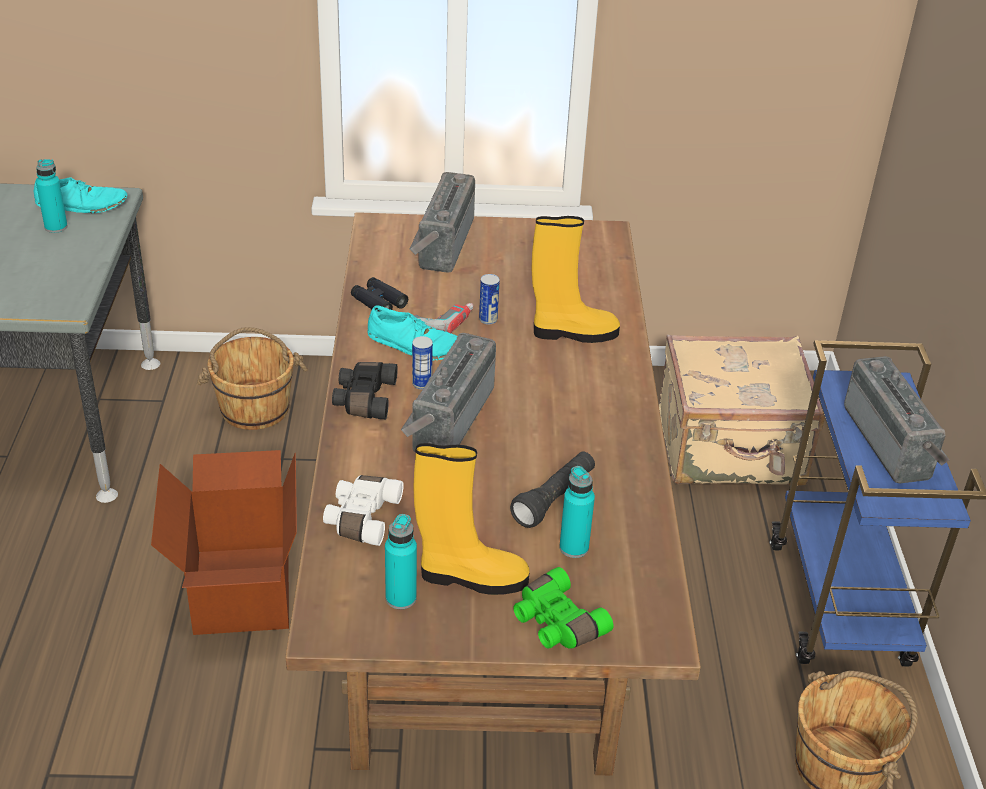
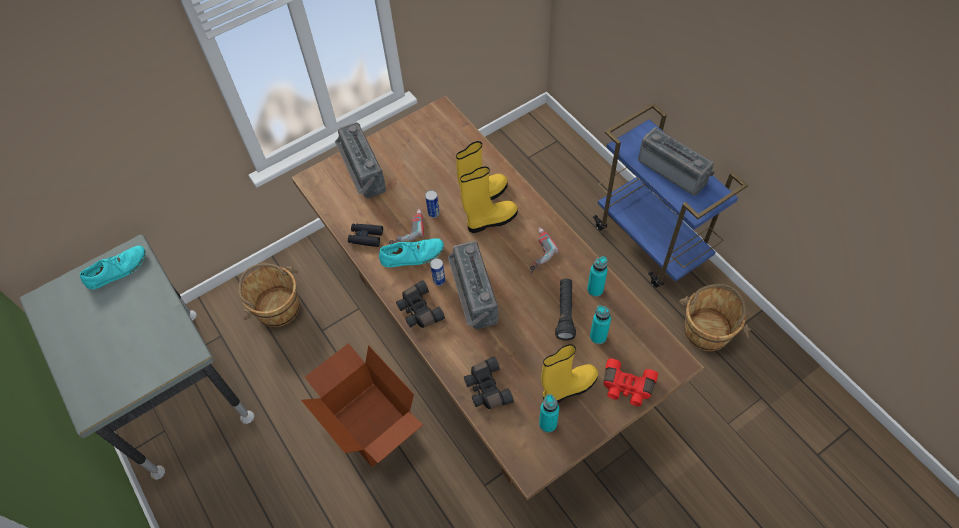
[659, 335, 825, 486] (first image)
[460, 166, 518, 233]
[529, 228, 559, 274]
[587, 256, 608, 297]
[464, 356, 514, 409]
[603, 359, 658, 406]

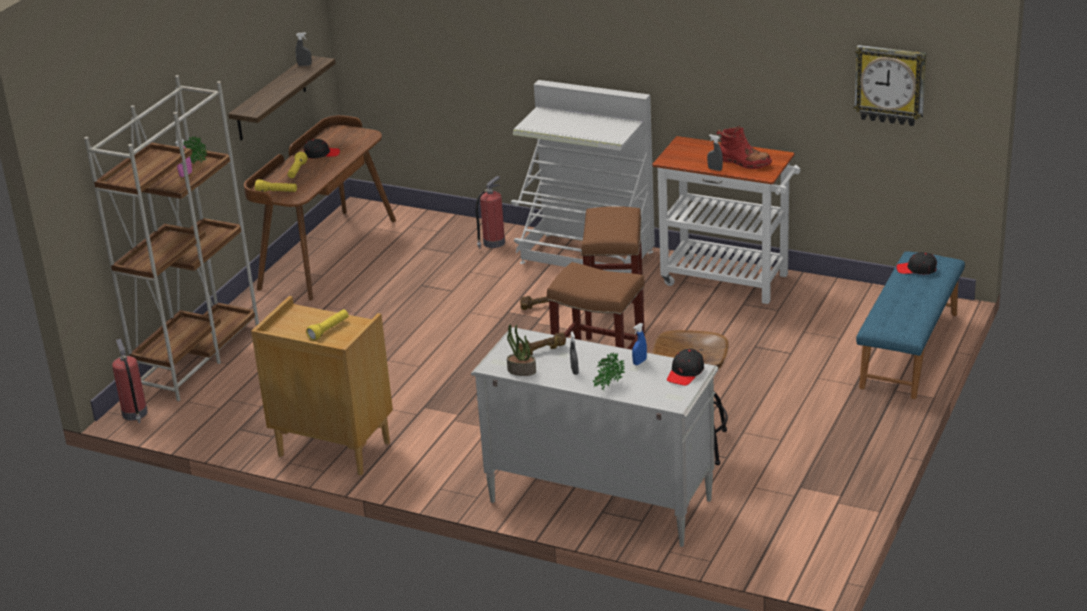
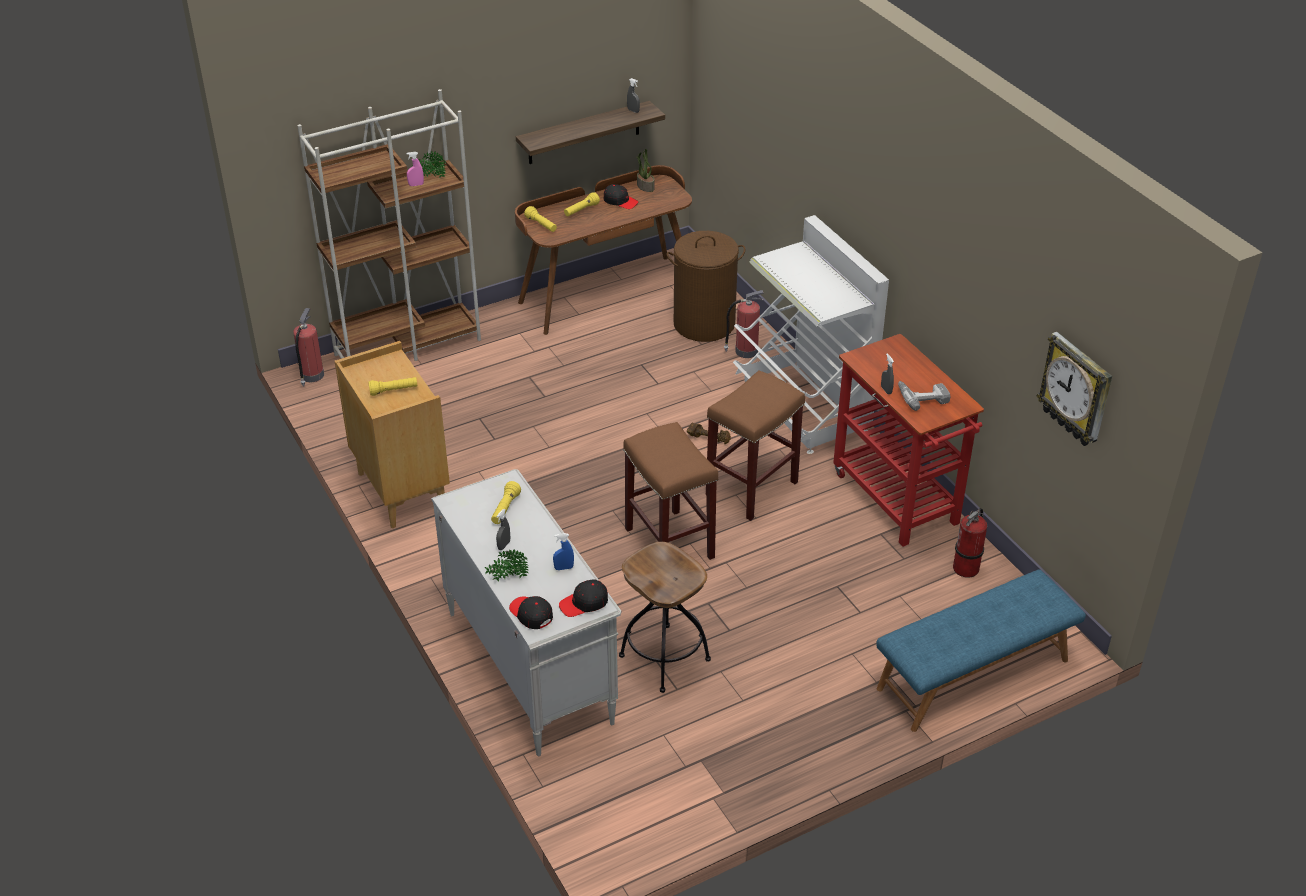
[667, 231, 746, 342]
[953, 508, 987, 578]
[637, 149, 655, 192]
[509, 596, 553, 629]
[491, 481, 521, 524]
[898, 381, 951, 411]
[833, 334, 984, 547]

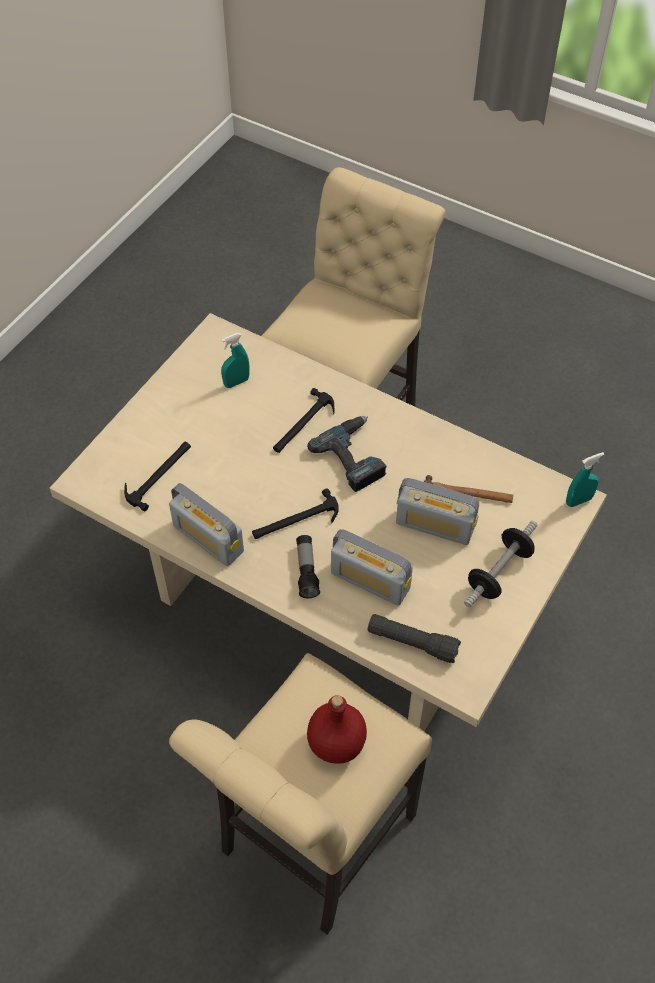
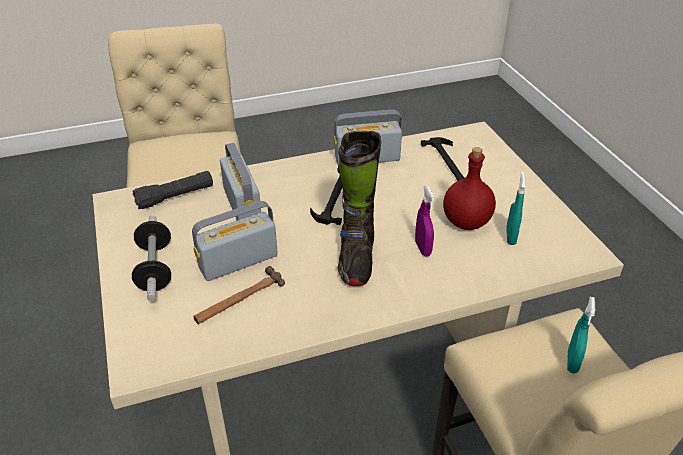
[296, 535, 320, 598] (first image)
[443, 147, 496, 230]
[567, 297, 595, 374]
[415, 186, 435, 256]
[338, 131, 381, 286]
[220, 143, 261, 220]

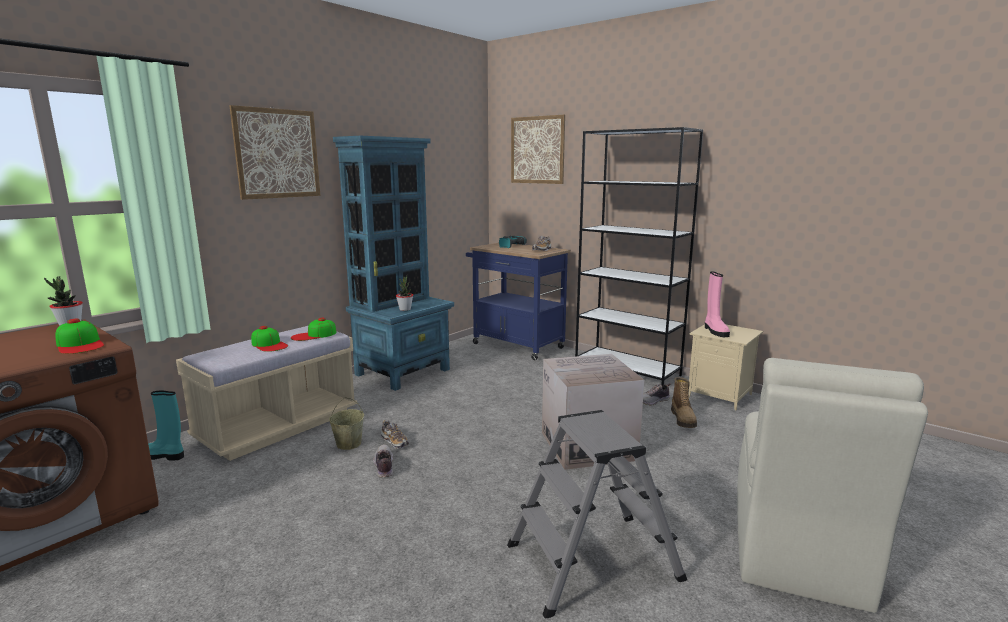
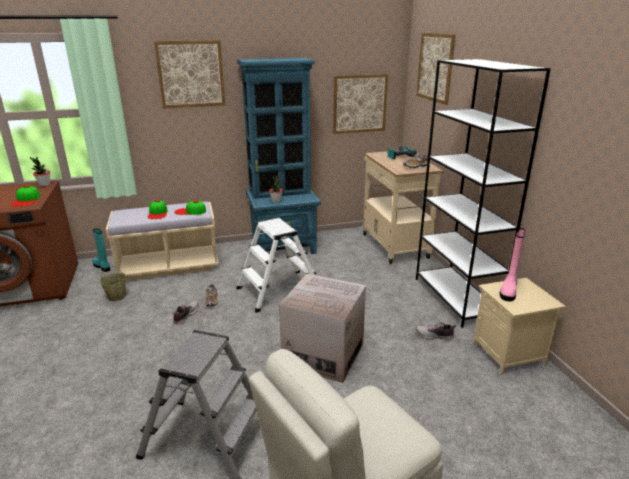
[671, 377, 697, 428] (first image)
[236, 217, 316, 313]
[333, 74, 388, 134]
[100, 265, 126, 301]
[363, 151, 443, 264]

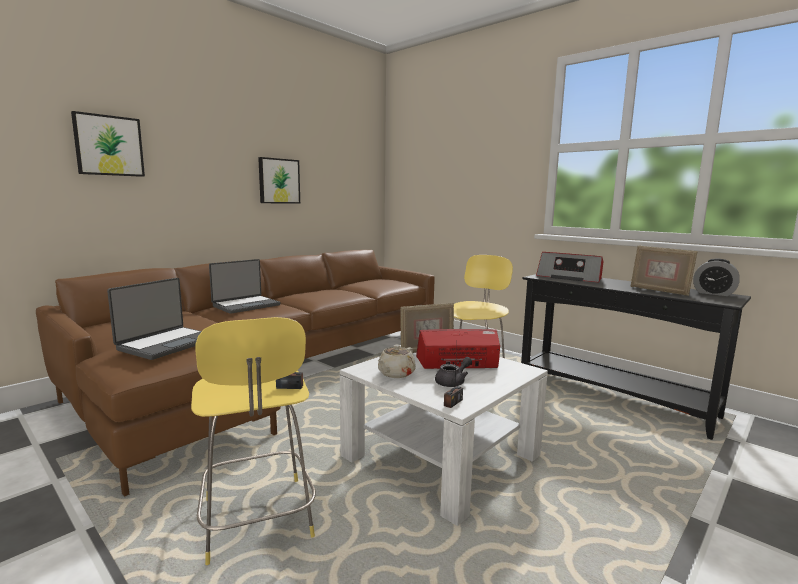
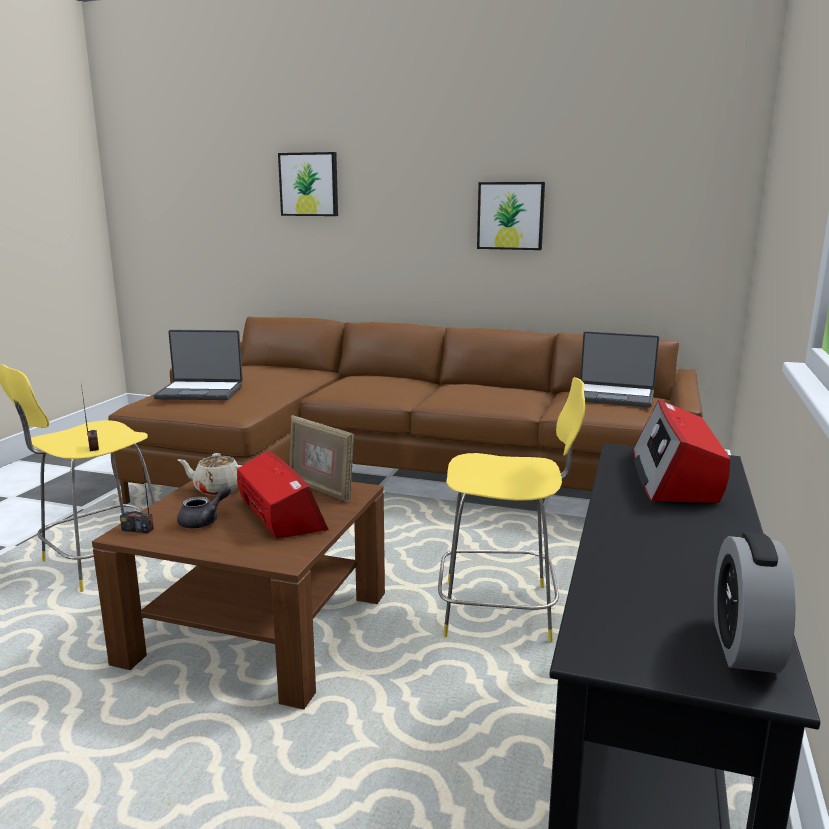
[630, 245, 698, 296] (first image)
[580, 331, 659, 408]
[92, 480, 385, 710]
[177, 485, 231, 528]

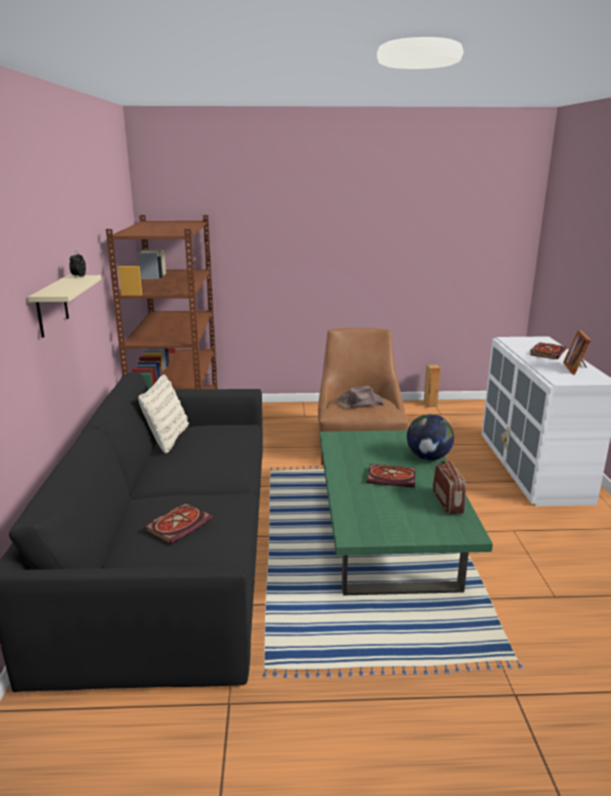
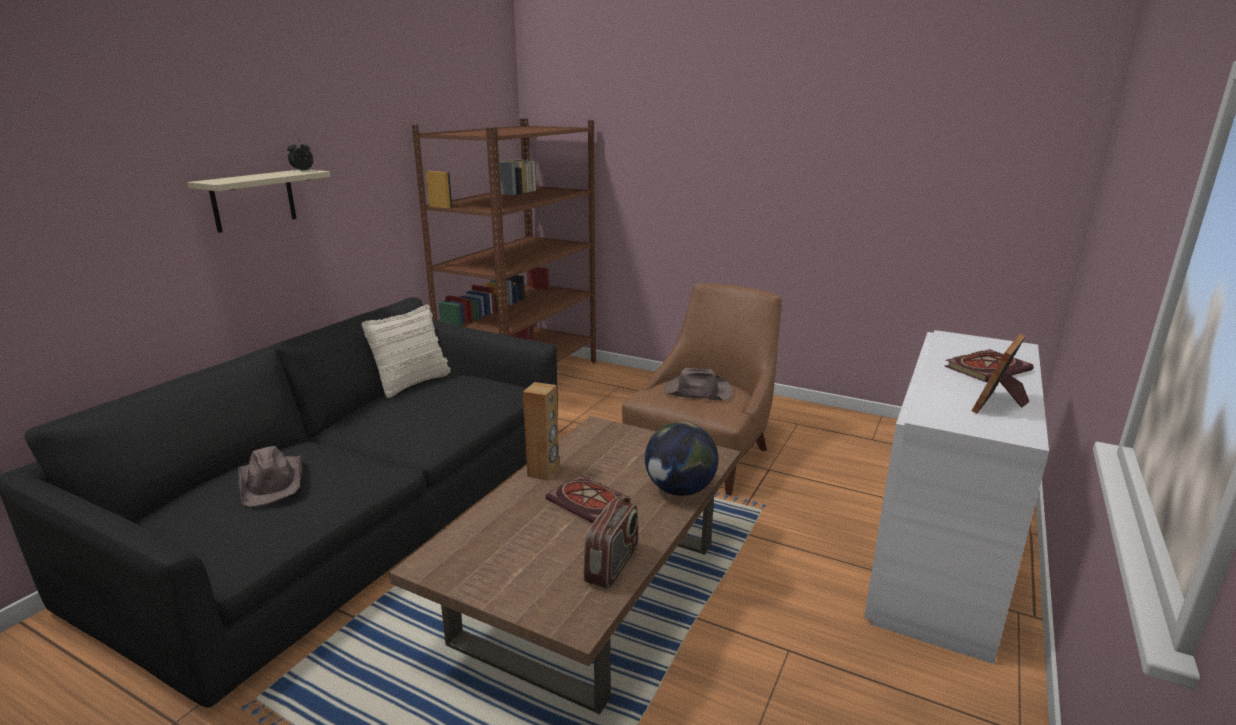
[523, 382, 559, 481]
[238, 446, 302, 507]
[389, 416, 740, 714]

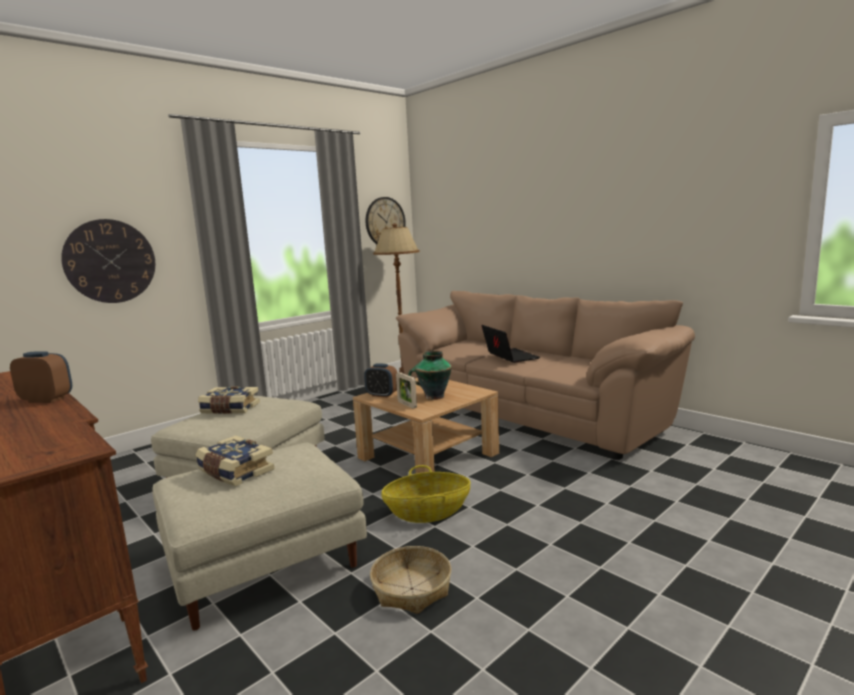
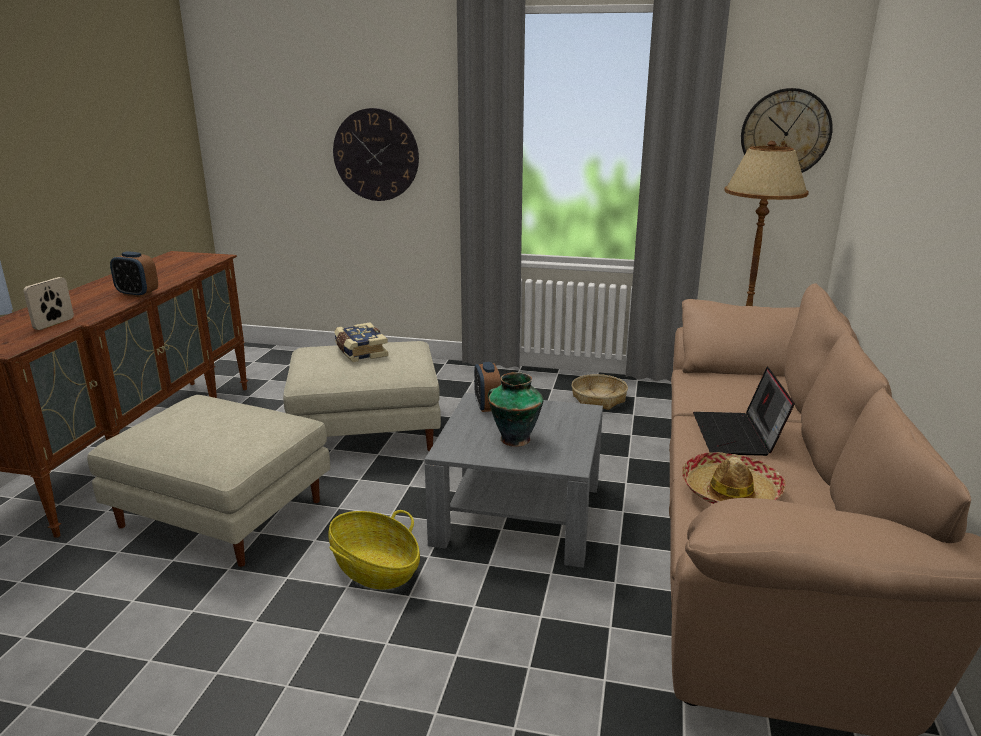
[195, 436, 275, 486] (first image)
[682, 452, 786, 504]
[572, 374, 628, 410]
[23, 277, 74, 330]
[425, 393, 603, 568]
[110, 252, 158, 298]
[693, 367, 795, 456]

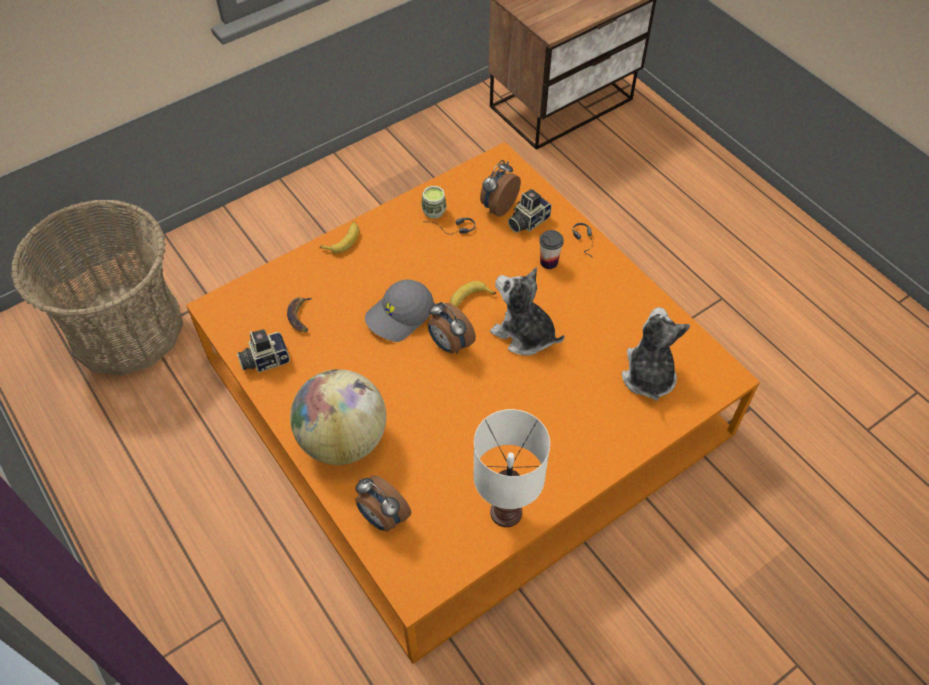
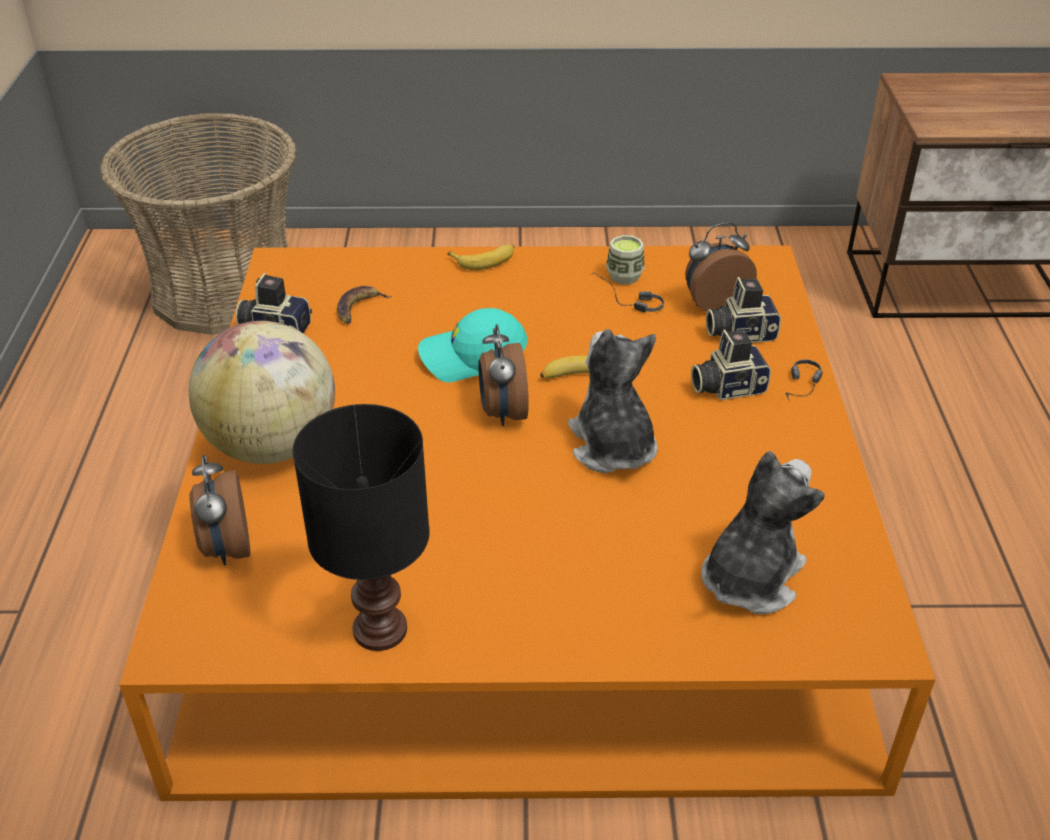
[691, 330, 771, 400]
[418, 308, 527, 382]
[293, 404, 430, 651]

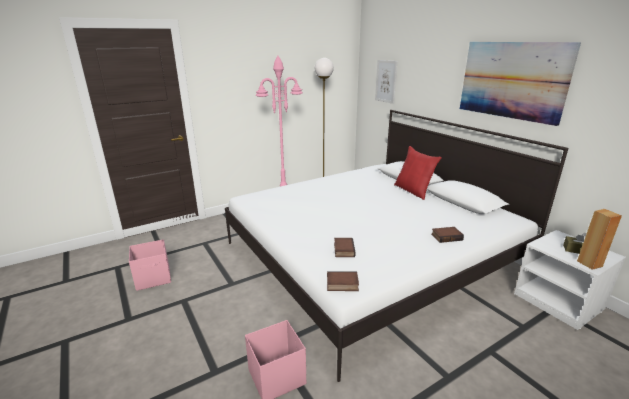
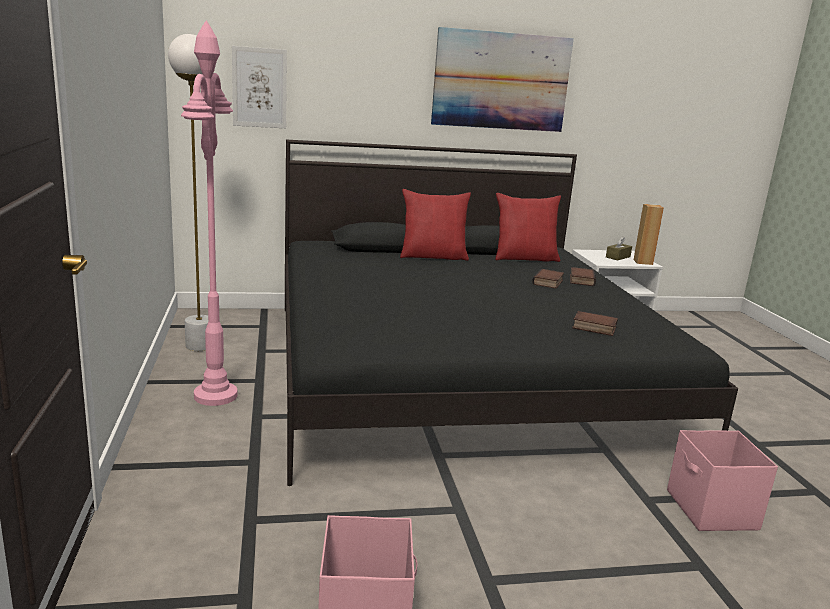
[495, 193, 561, 262]
[532, 269, 564, 289]
[285, 140, 738, 486]

